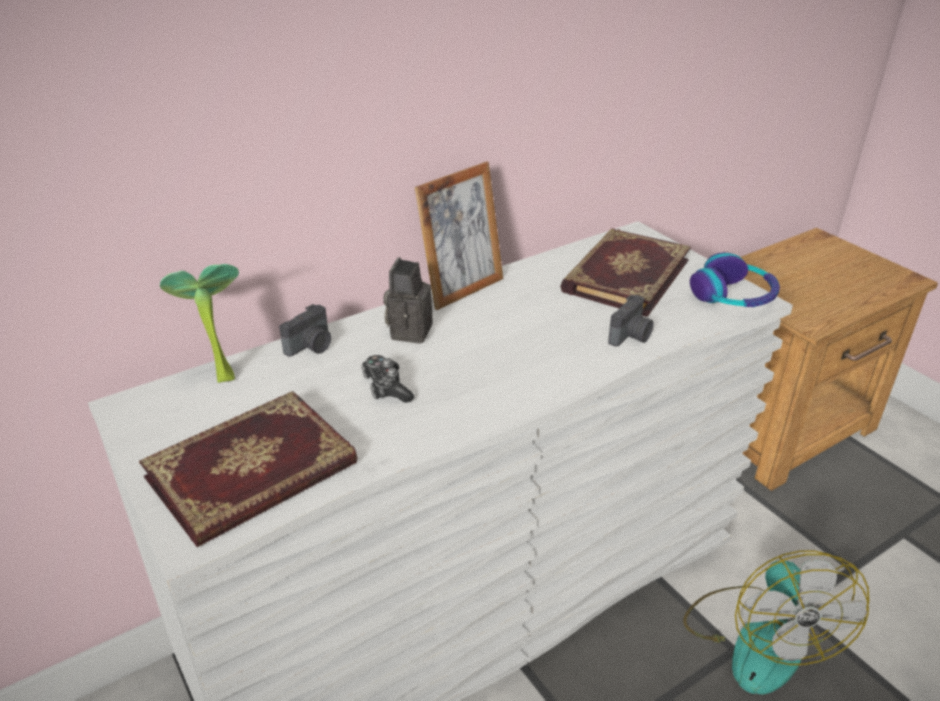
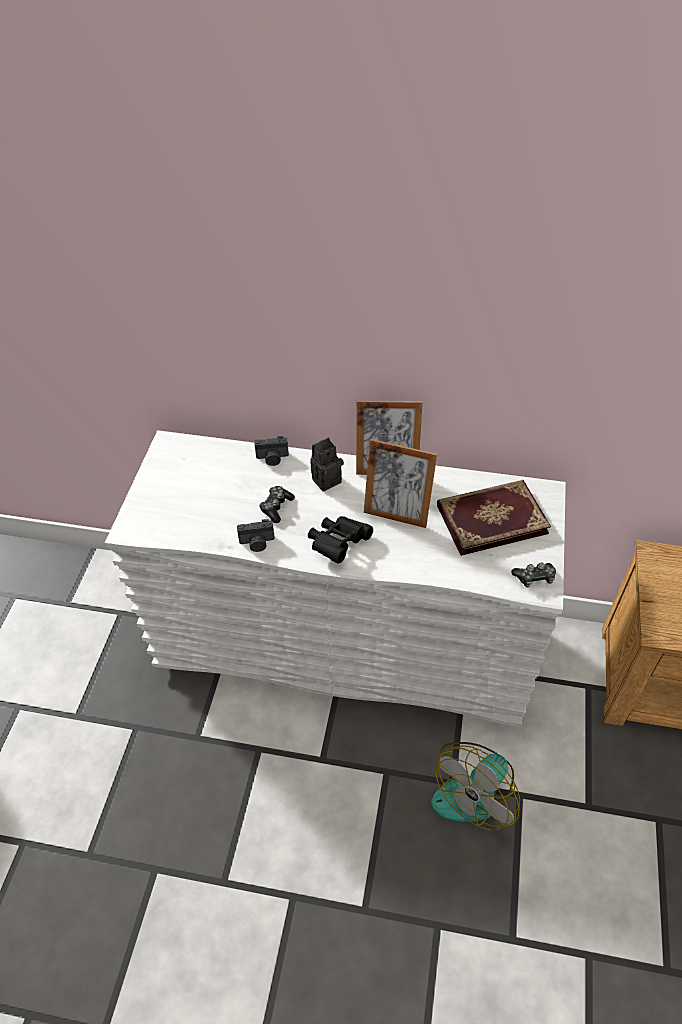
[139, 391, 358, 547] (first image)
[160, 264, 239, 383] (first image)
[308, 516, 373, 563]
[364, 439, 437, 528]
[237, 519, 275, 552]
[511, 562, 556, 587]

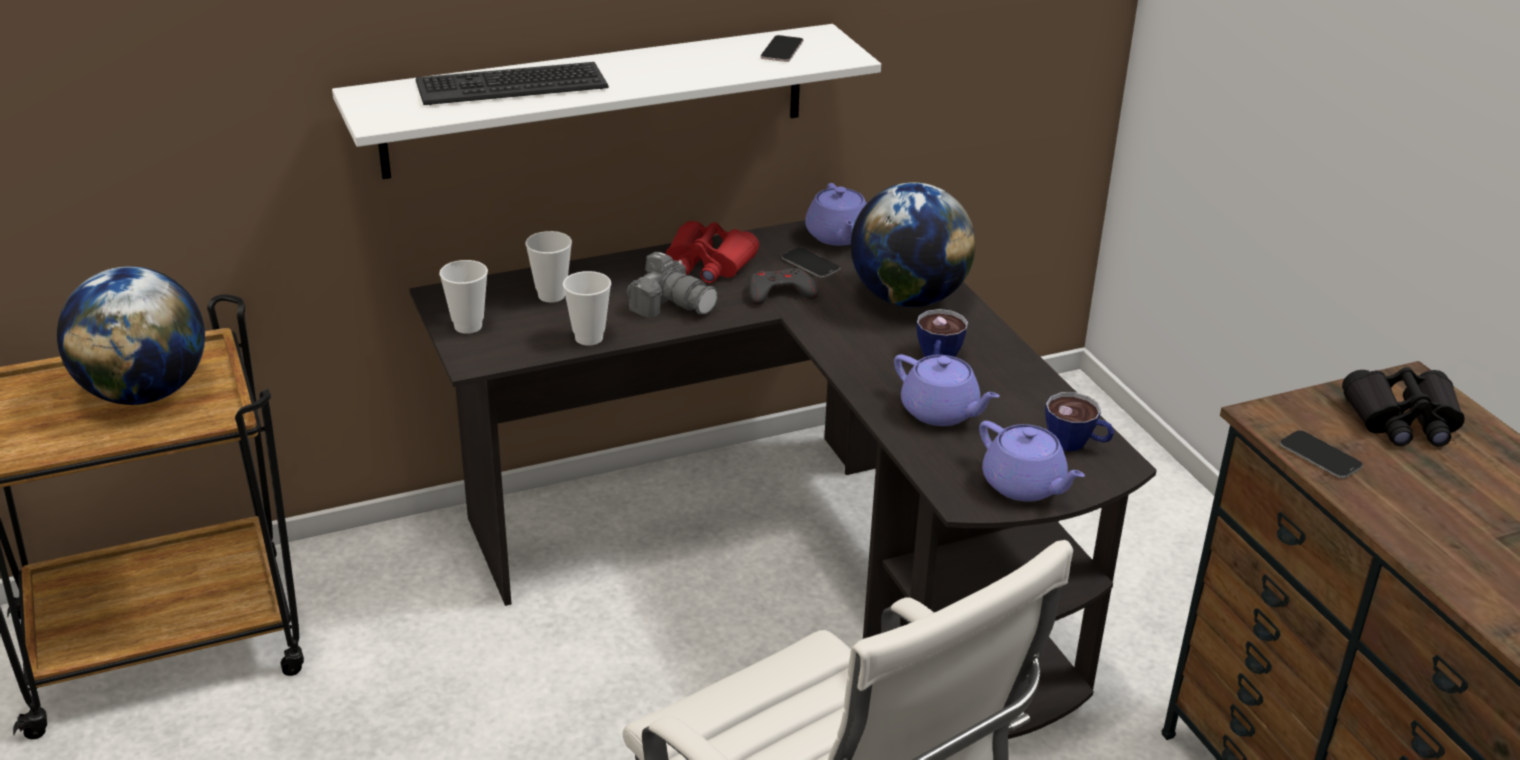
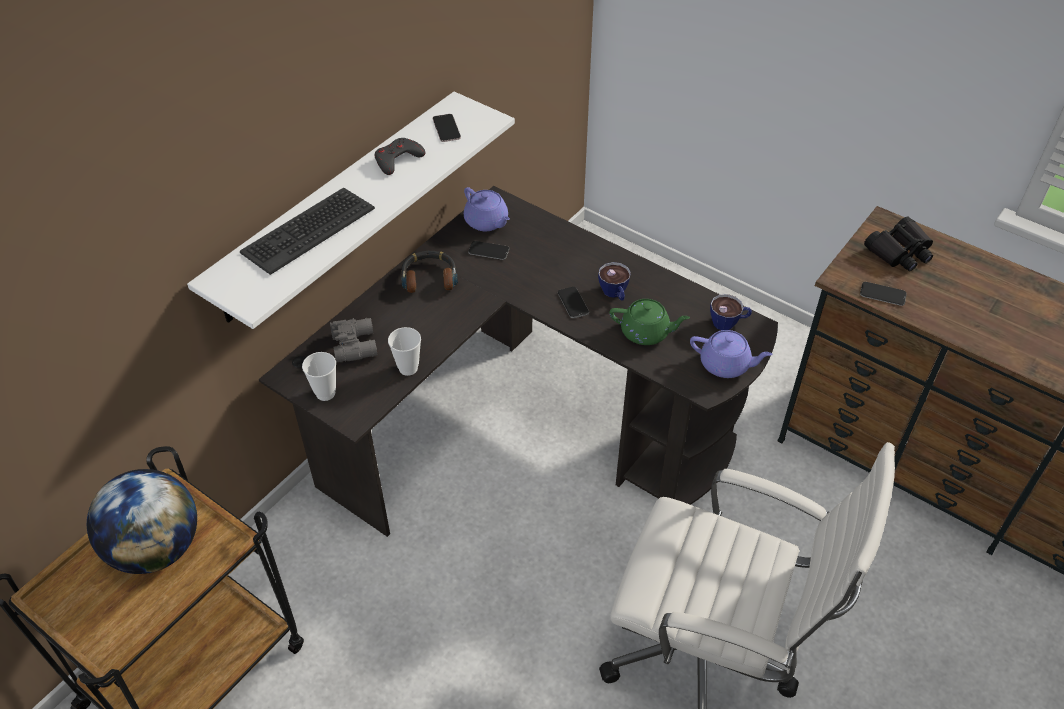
[627, 252, 718, 317] (first image)
[851, 182, 976, 307] (first image)
[558, 287, 589, 318]
[375, 138, 425, 175]
[330, 318, 377, 362]
[401, 251, 458, 293]
[610, 299, 690, 345]

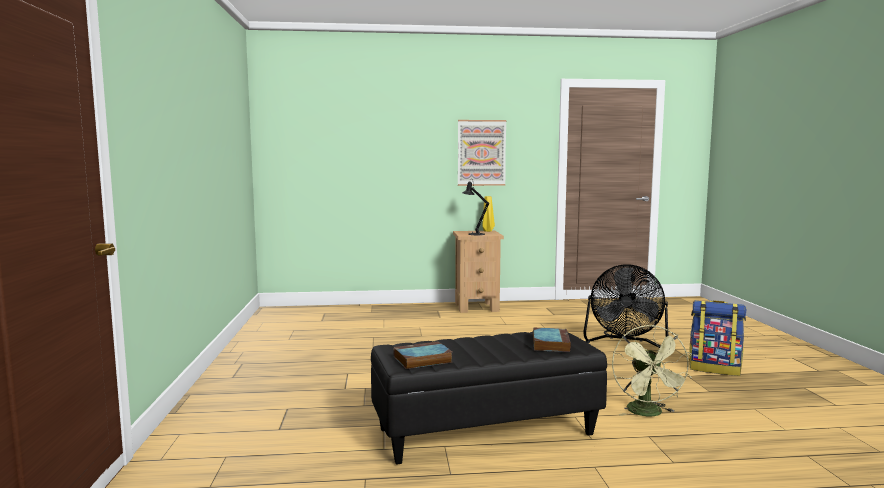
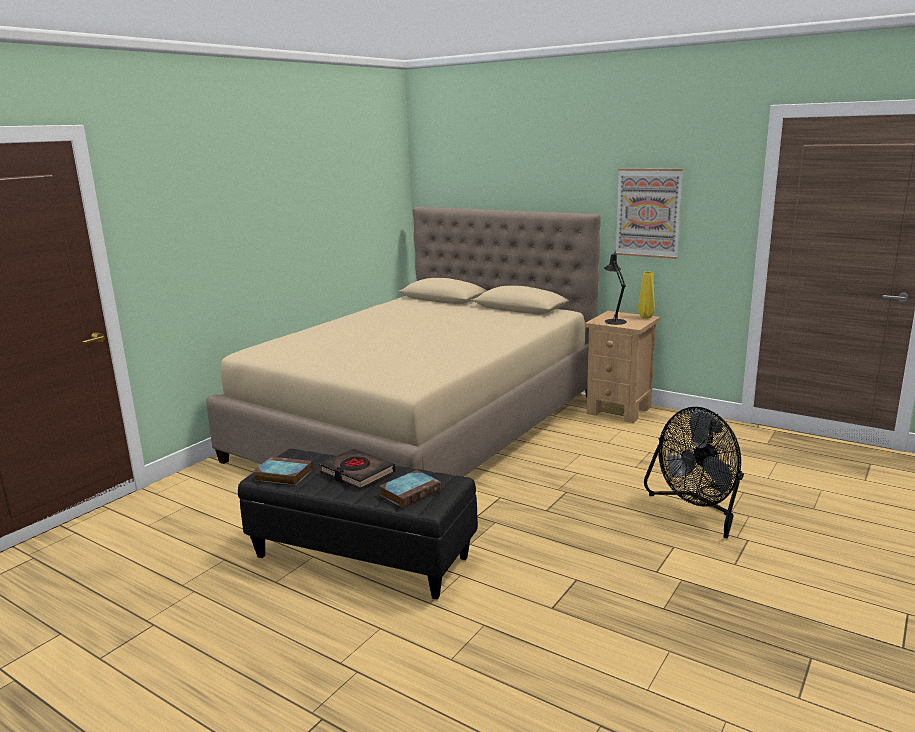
[612, 325, 692, 417] (first image)
[689, 300, 746, 376] (first image)
[206, 206, 601, 477]
[319, 449, 395, 489]

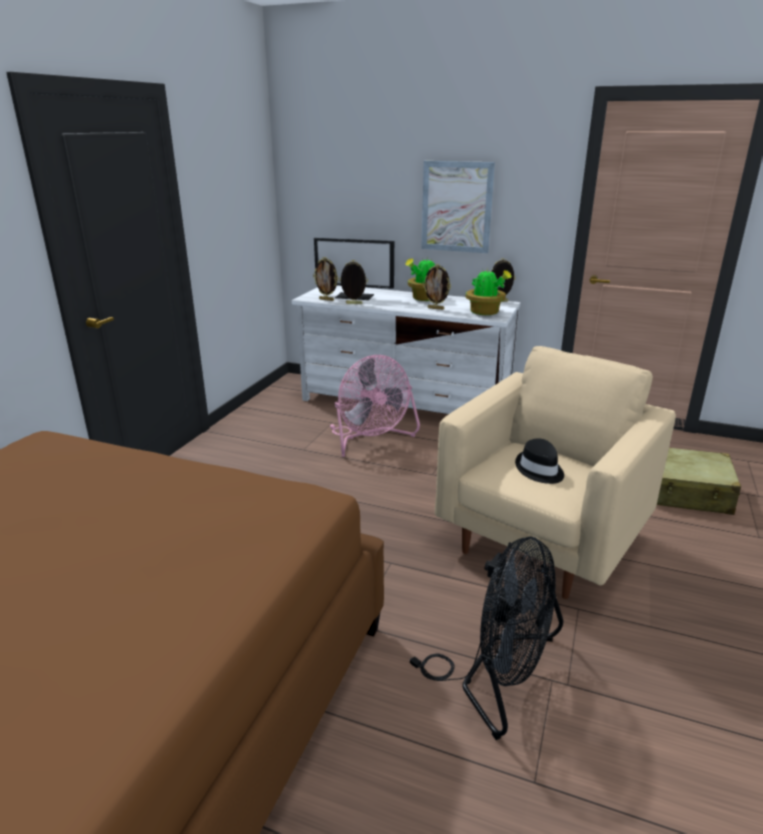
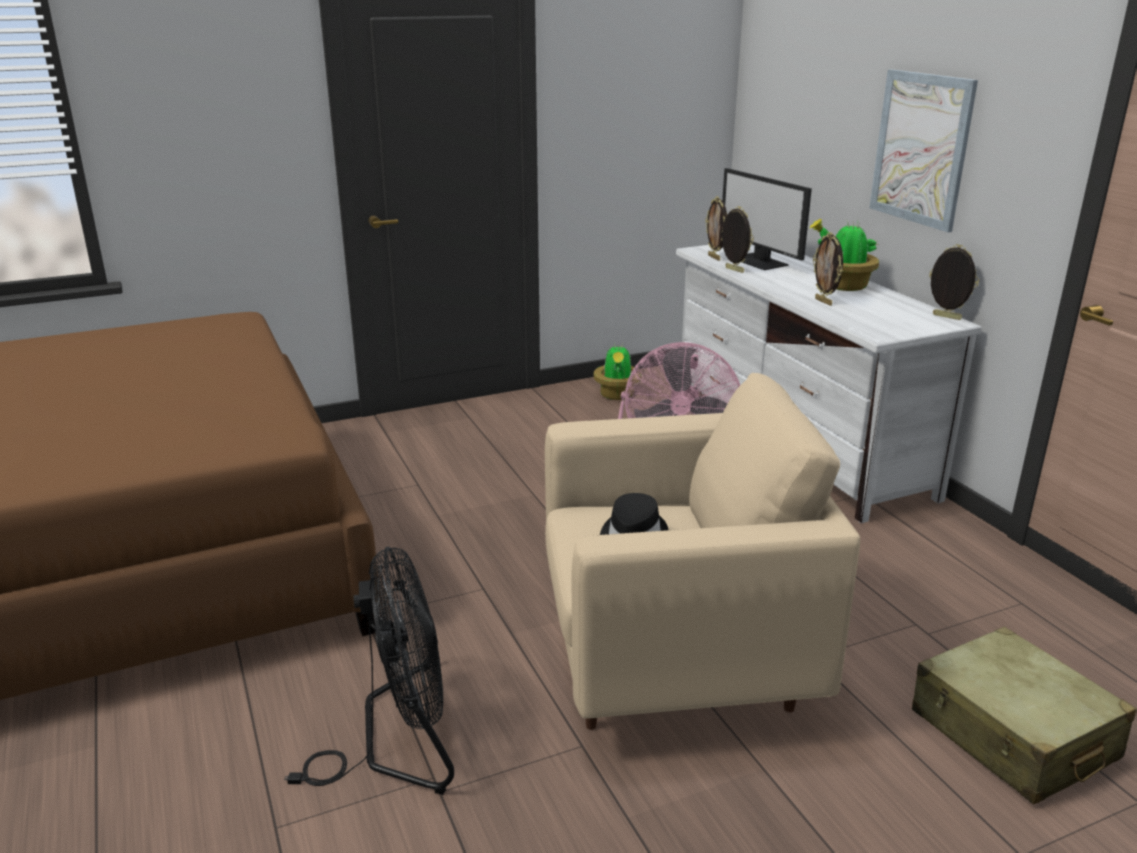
[593, 343, 642, 400]
[284, 547, 454, 795]

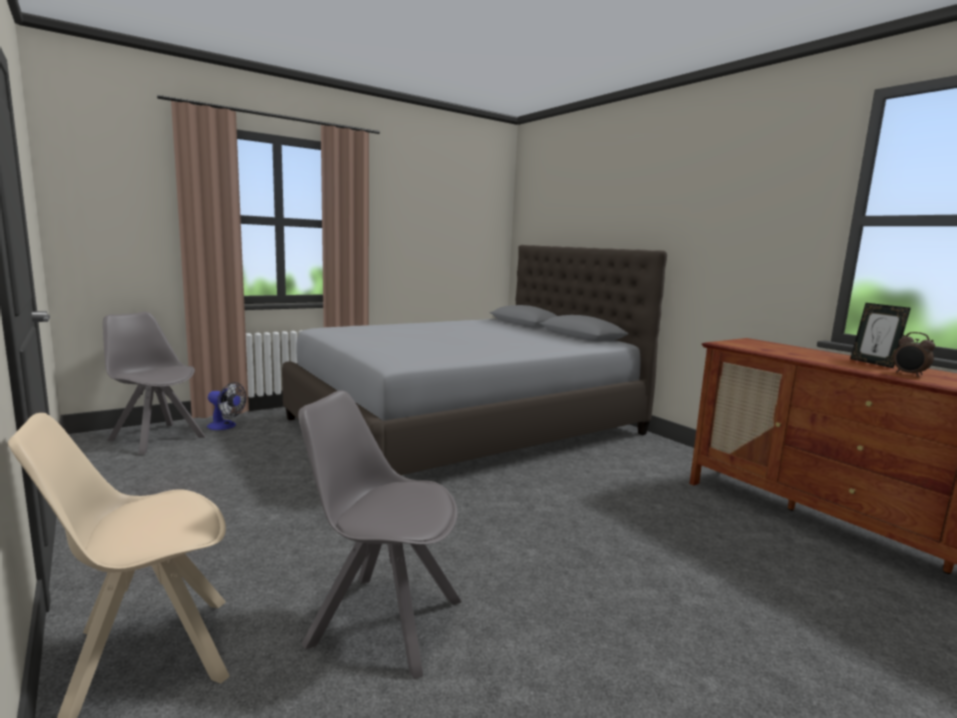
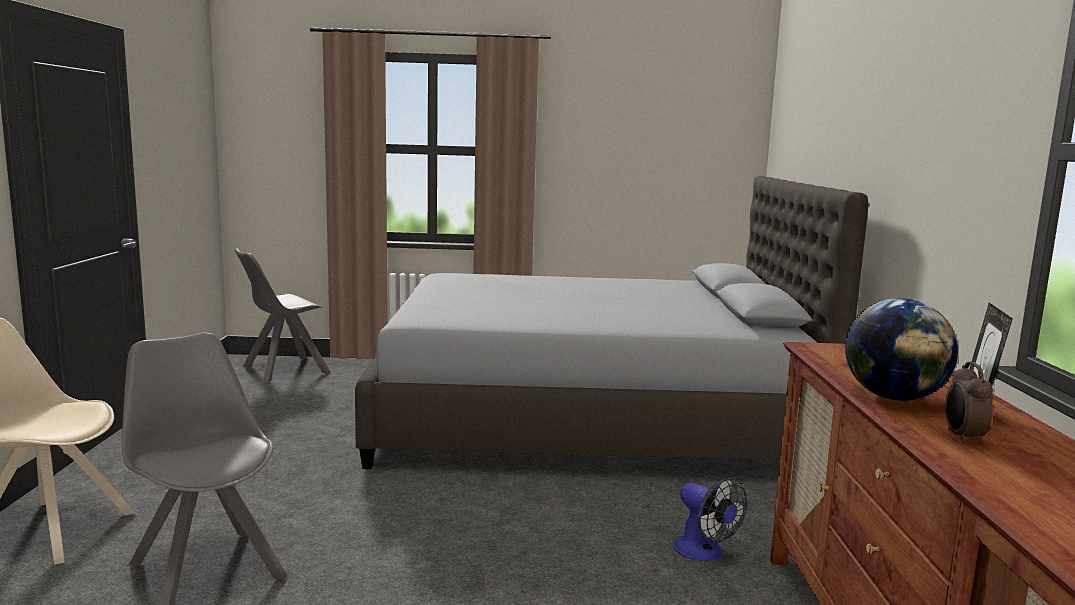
[845, 298, 958, 401]
[673, 478, 747, 561]
[234, 249, 330, 383]

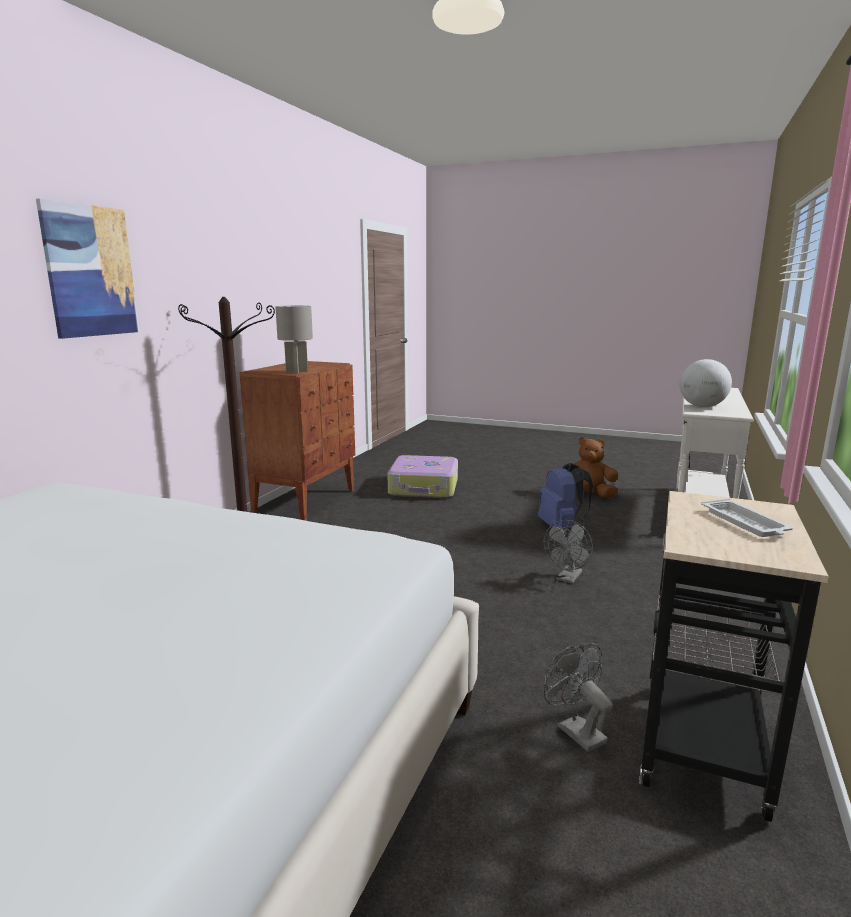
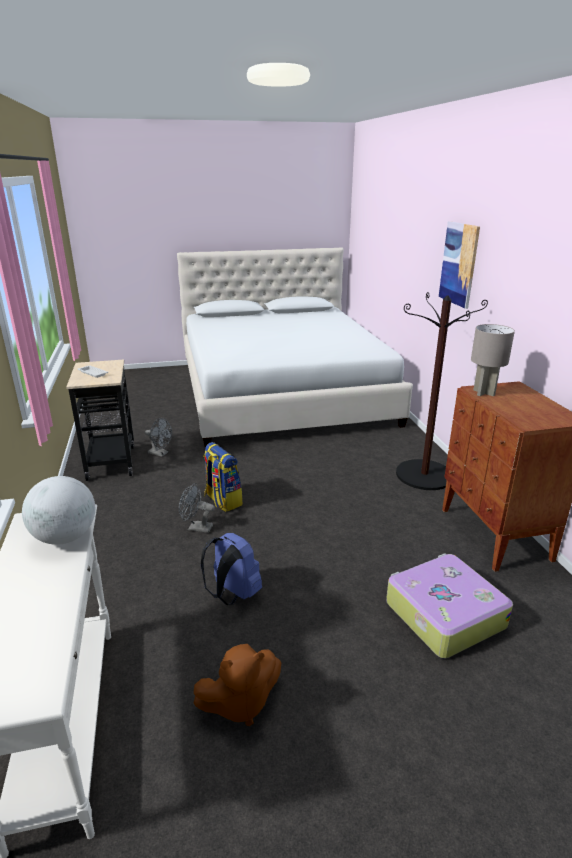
[203, 442, 243, 512]
[179, 483, 215, 533]

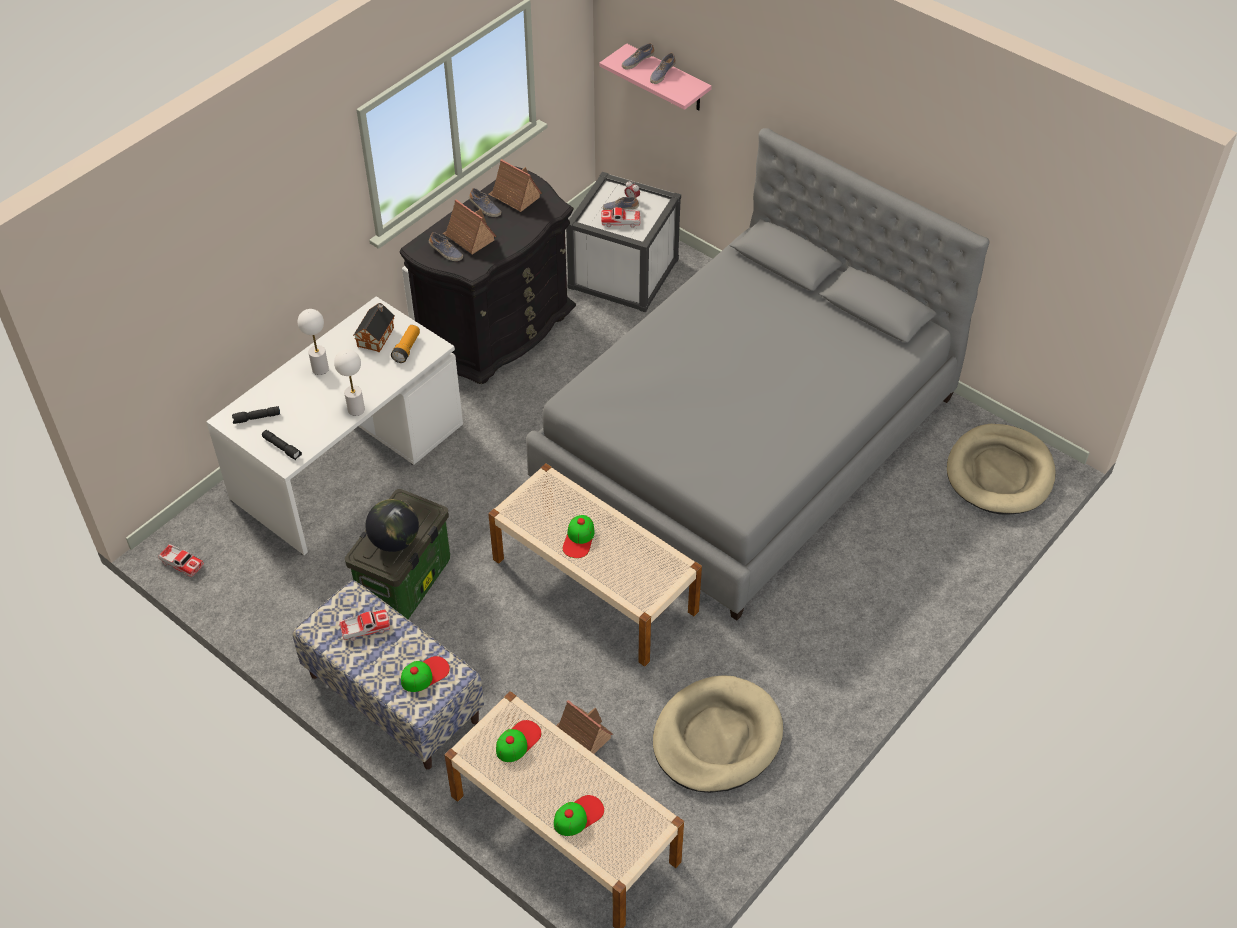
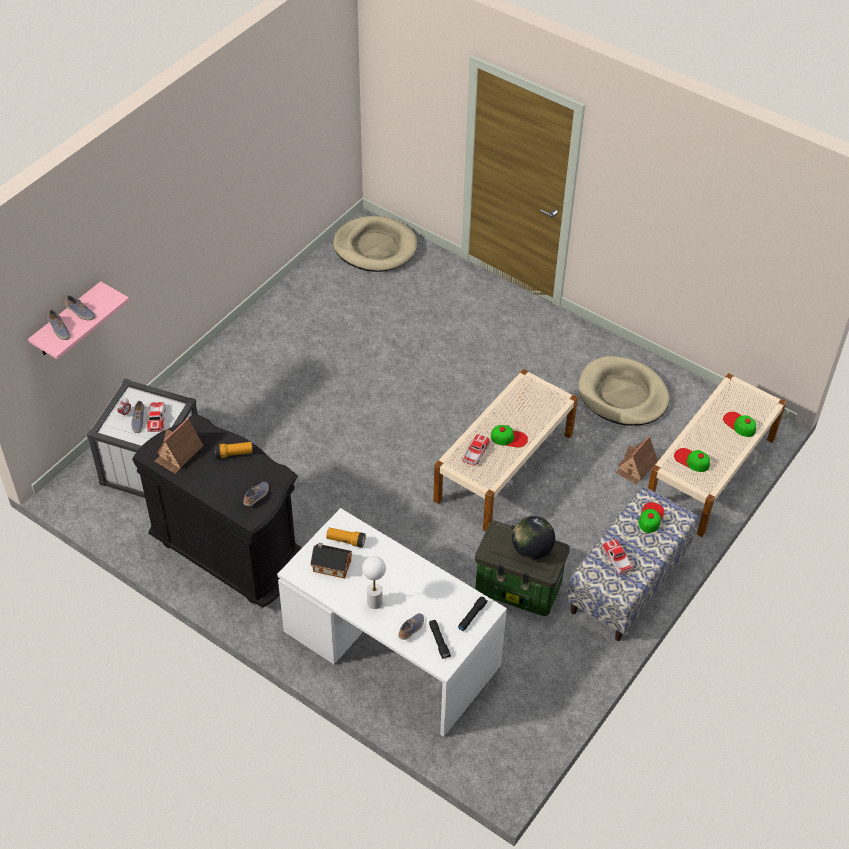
[334, 349, 365, 416] (first image)
[443, 199, 497, 254] (first image)
[526, 128, 990, 621] (first image)
[215, 442, 253, 459]
[462, 434, 490, 466]
[398, 613, 424, 640]
[639, 502, 664, 533]

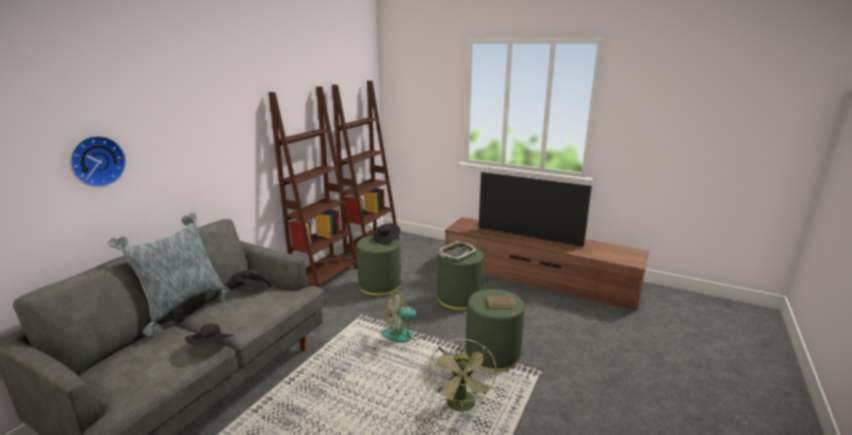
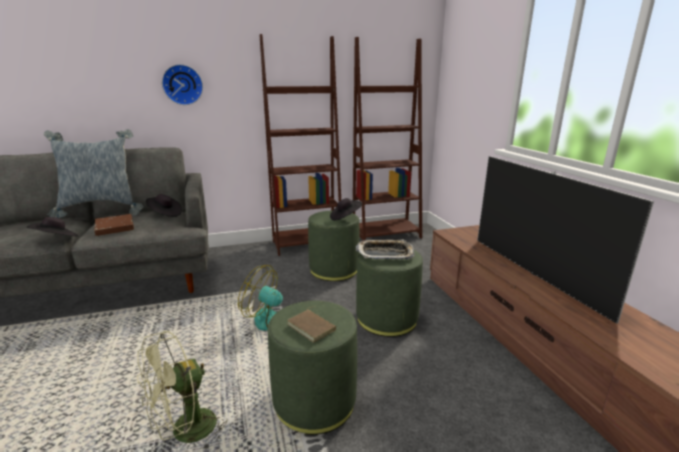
[94, 214, 134, 236]
[162, 64, 203, 105]

